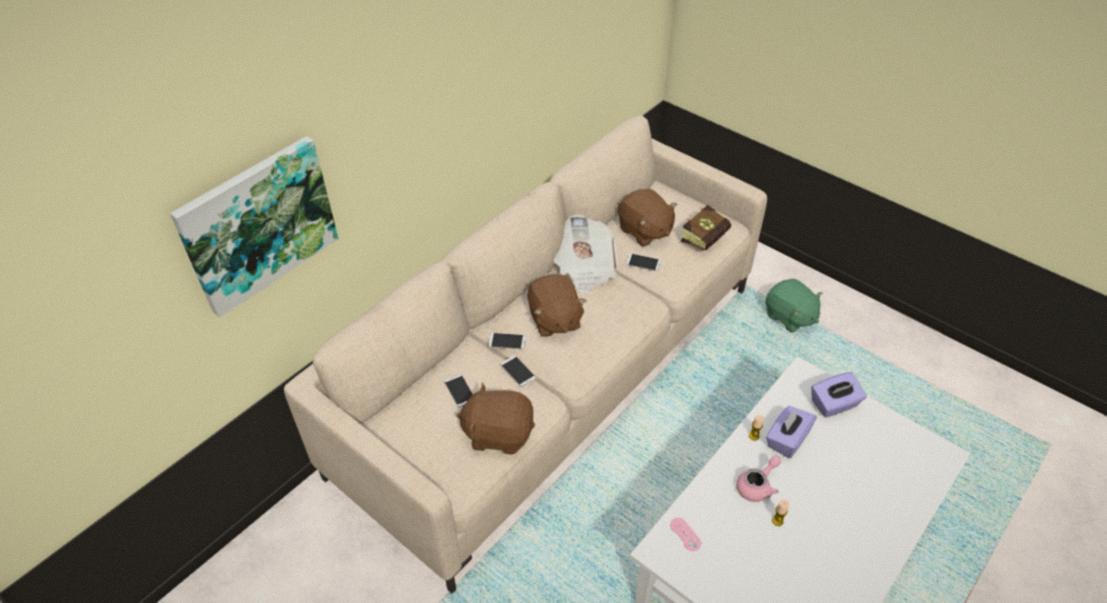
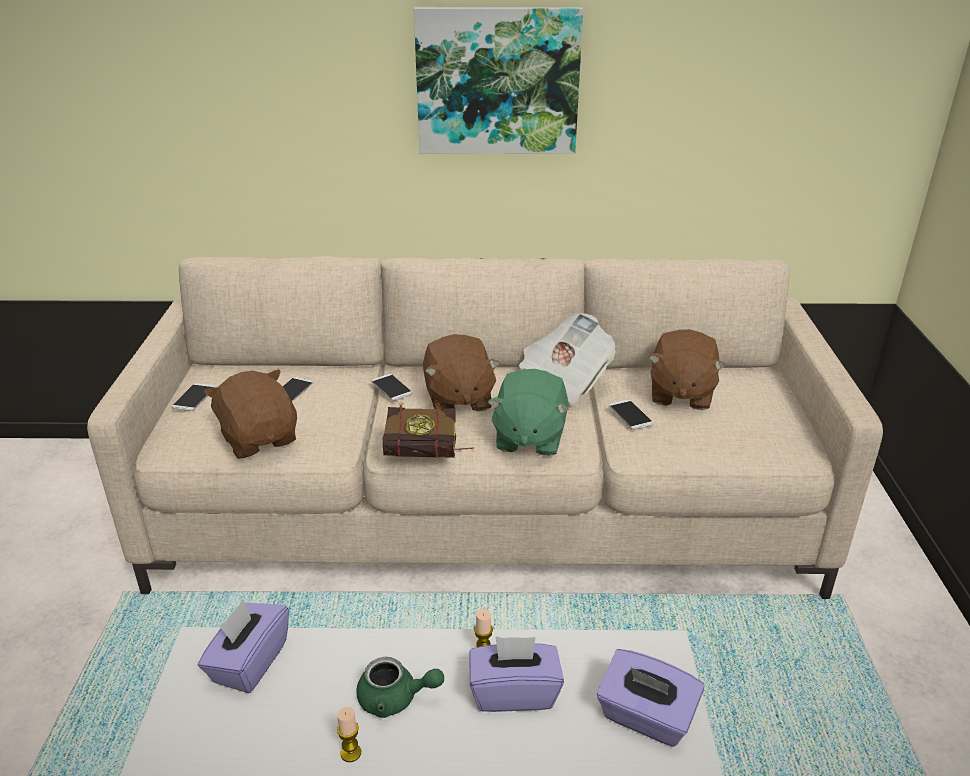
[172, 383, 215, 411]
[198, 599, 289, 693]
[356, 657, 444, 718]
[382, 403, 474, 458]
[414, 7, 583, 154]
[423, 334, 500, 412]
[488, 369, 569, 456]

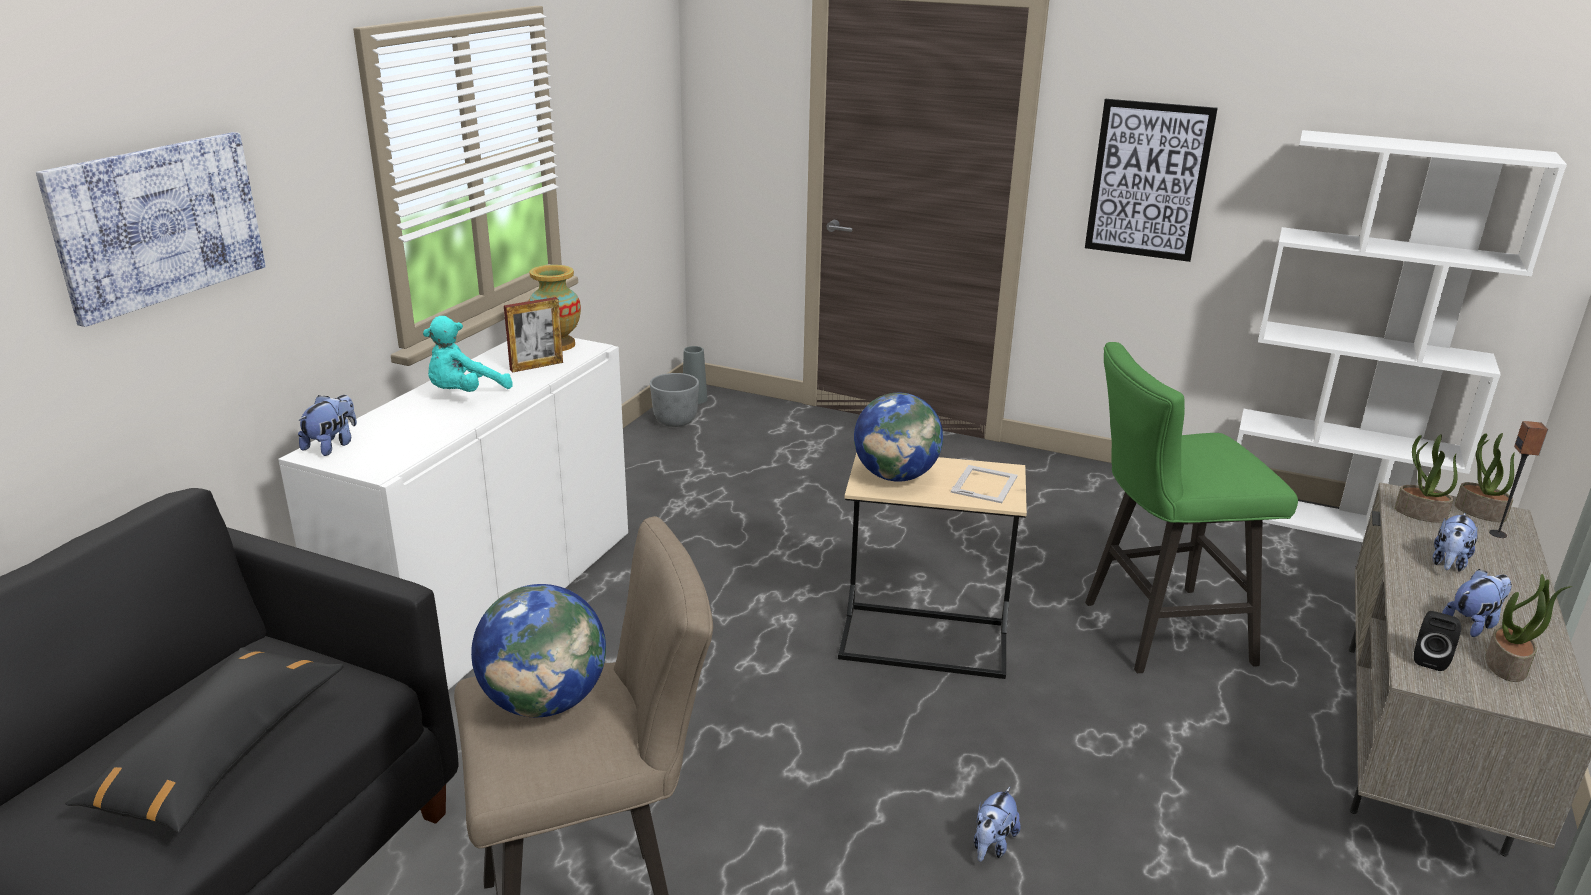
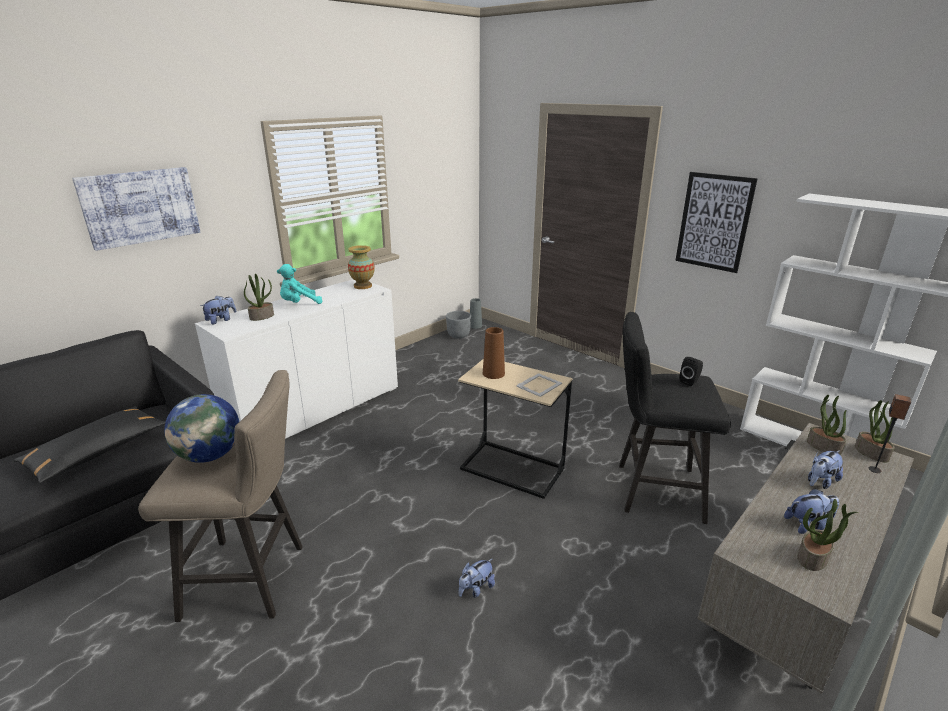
[244, 274, 274, 321]
[483, 327, 505, 379]
[619, 312, 731, 524]
[680, 357, 703, 386]
[504, 297, 563, 373] (first image)

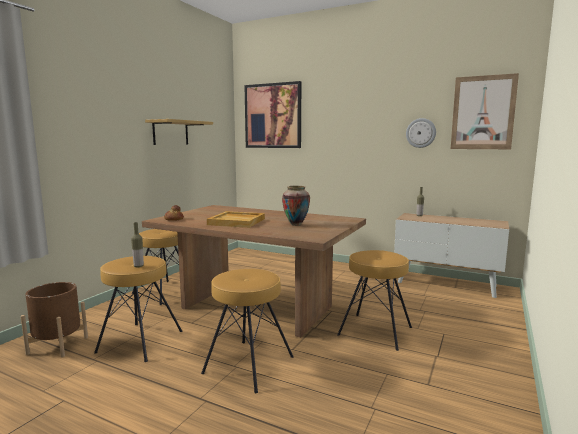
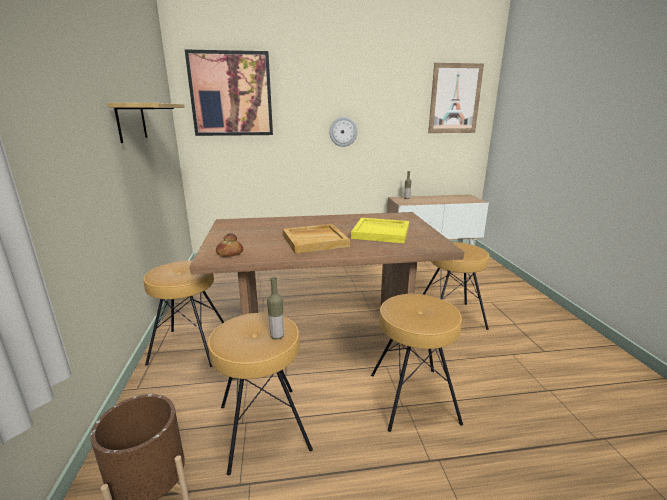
[329, 117, 358, 147]
[351, 218, 409, 243]

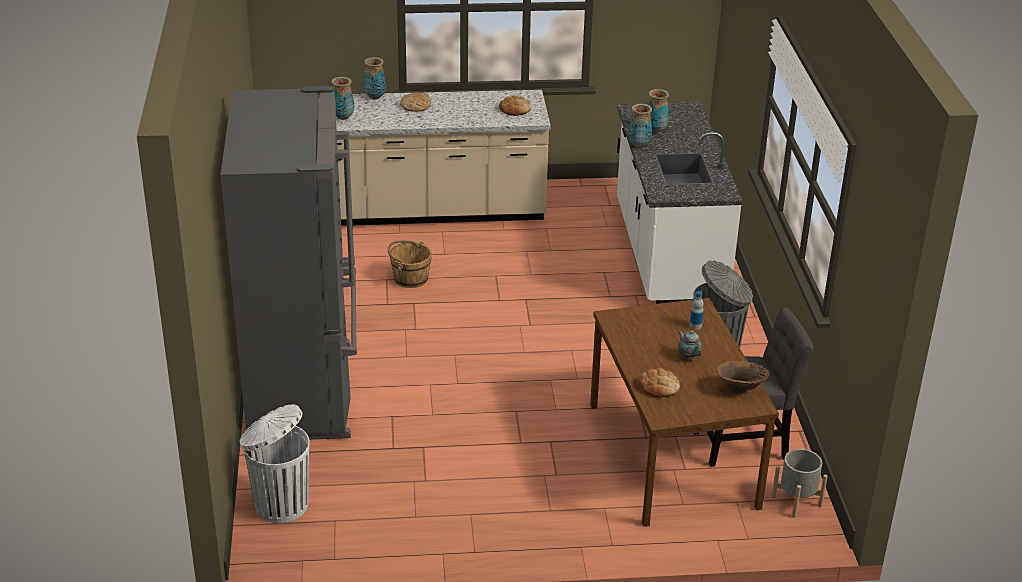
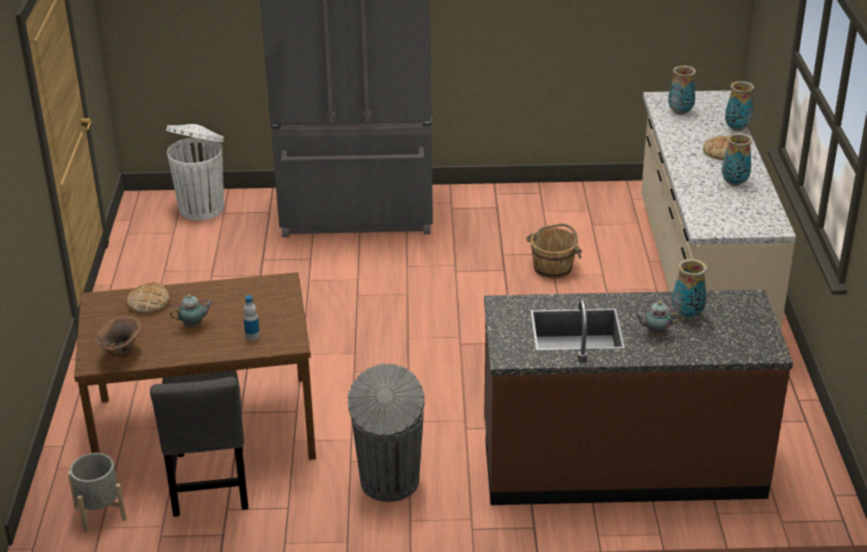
[484, 290, 793, 505]
[634, 301, 681, 336]
[721, 133, 753, 186]
[499, 95, 531, 116] (first image)

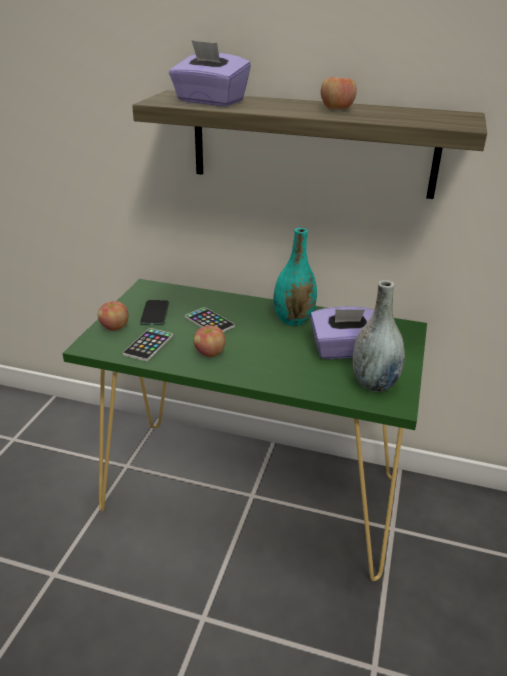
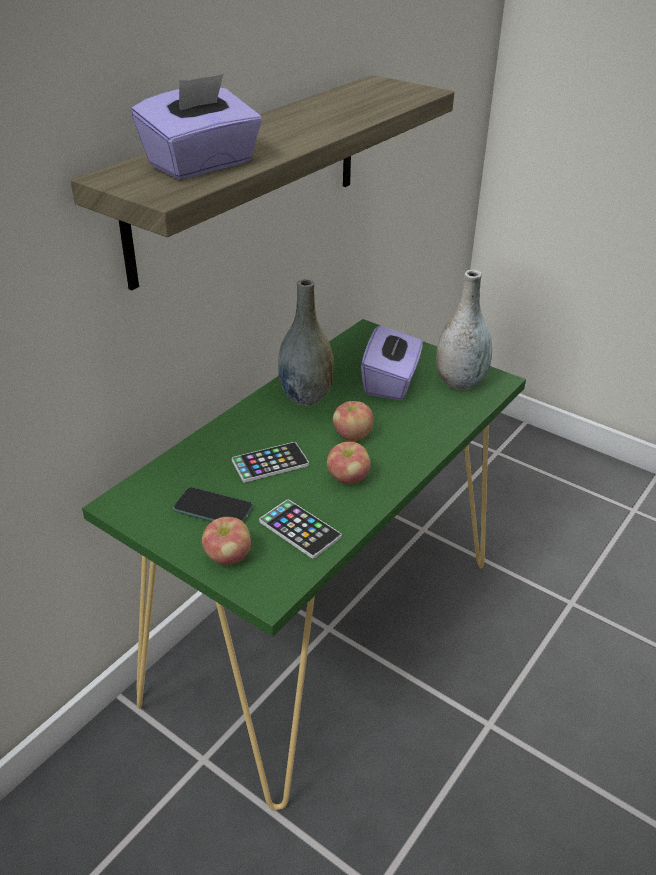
[278, 279, 334, 406]
[333, 401, 373, 441]

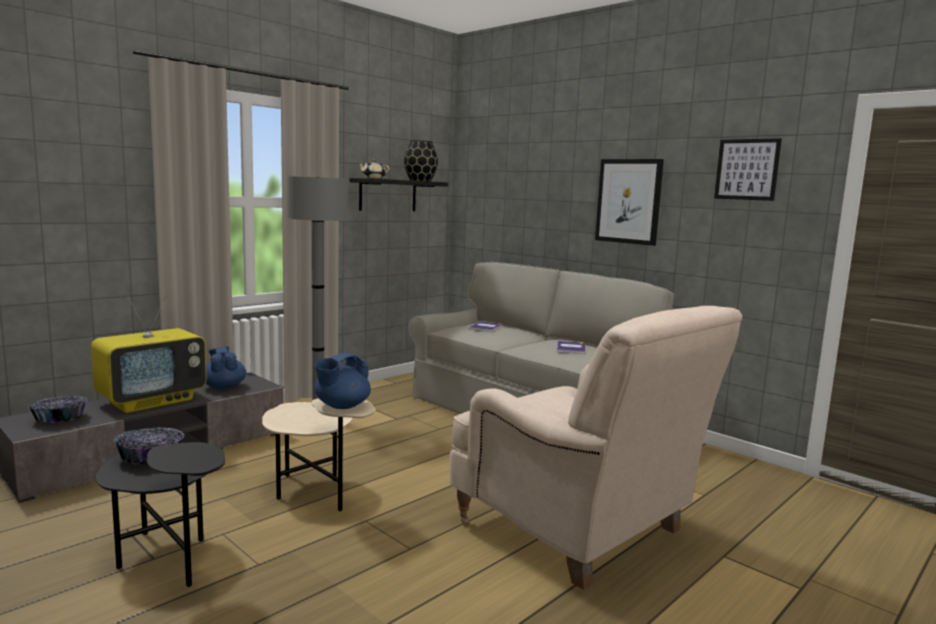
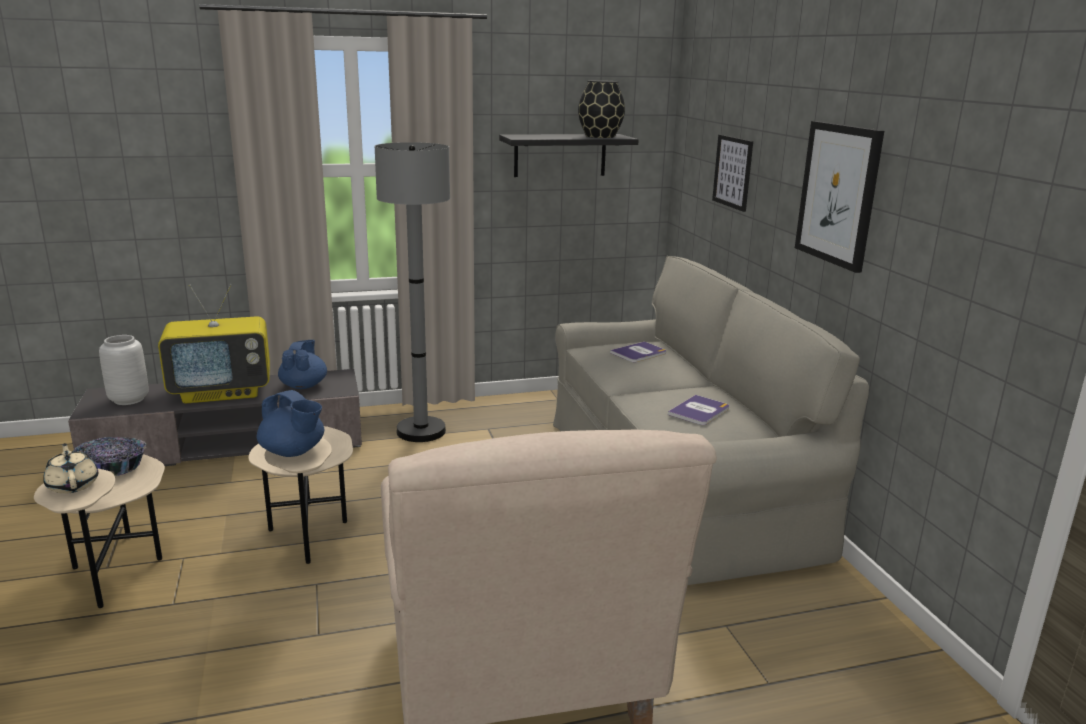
[34, 454, 165, 608]
[43, 443, 98, 494]
[99, 335, 149, 405]
[257, 390, 324, 457]
[712, 135, 753, 212]

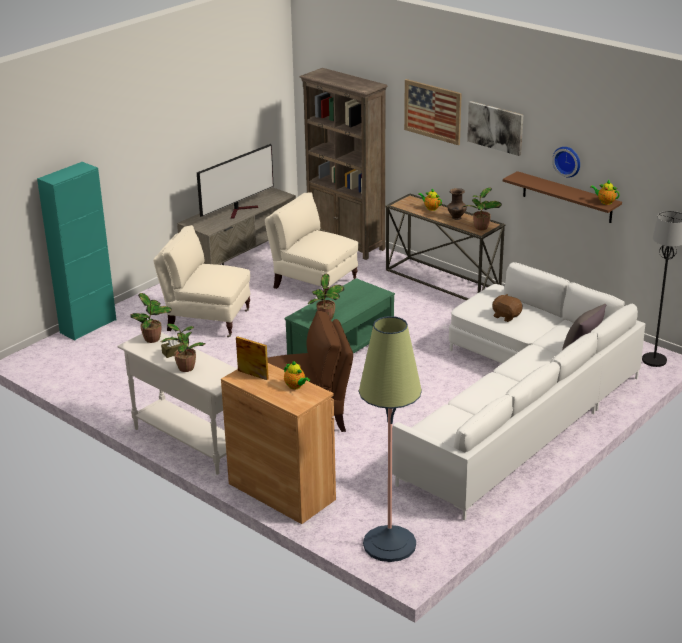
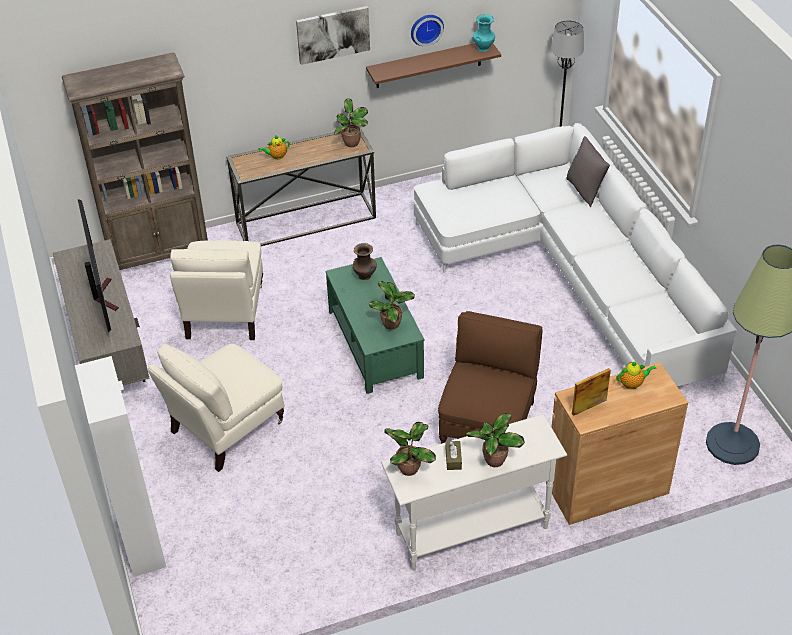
[75, 356, 166, 577]
[170, 240, 263, 340]
[353, 243, 377, 280]
[473, 14, 495, 52]
[404, 79, 462, 145] (first image)
[492, 294, 523, 322] (first image)

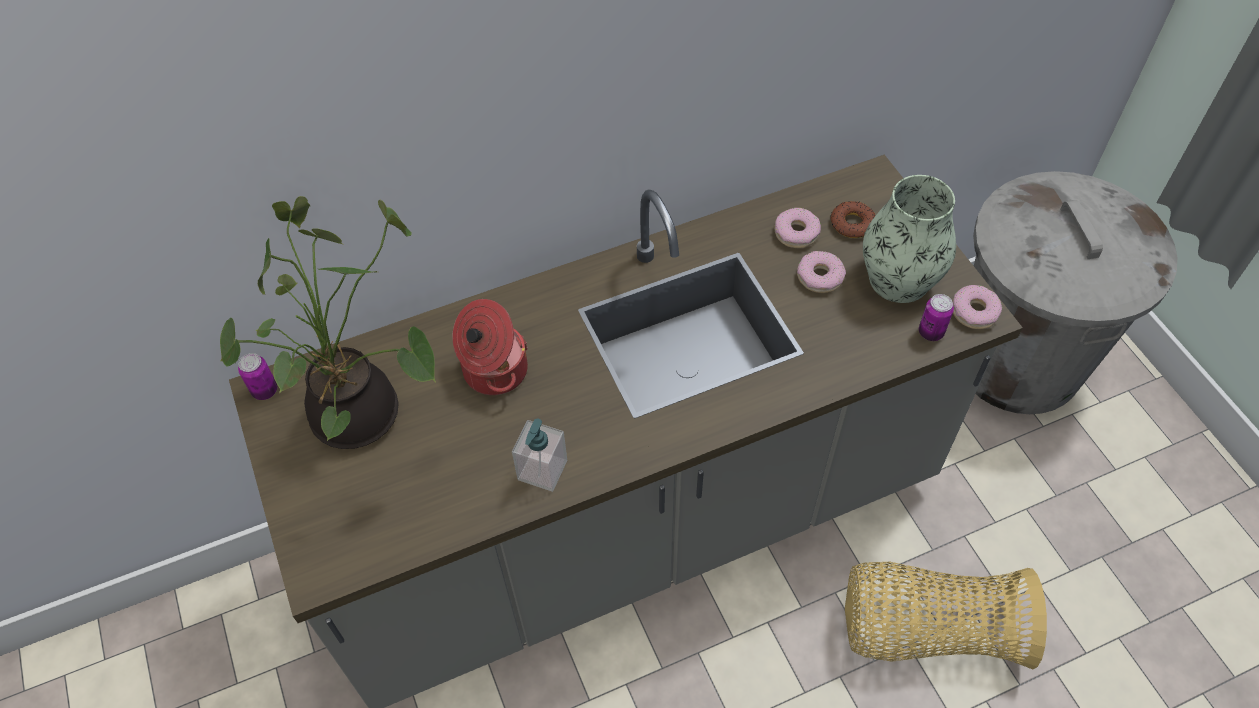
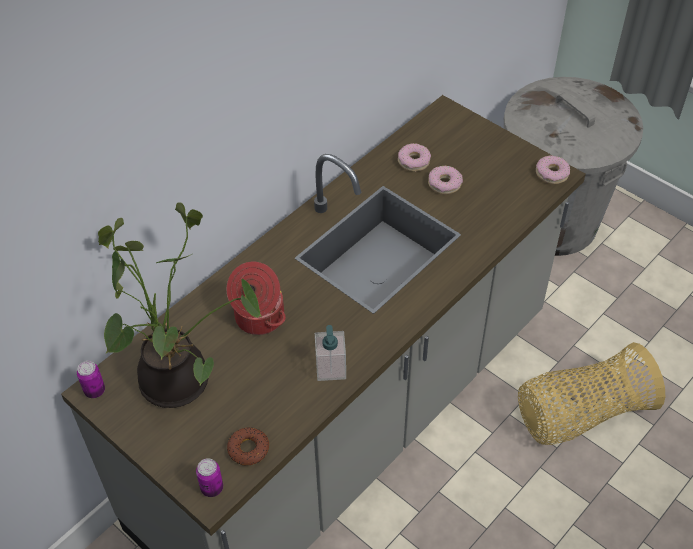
[196, 458, 223, 497]
[227, 427, 269, 465]
[863, 175, 956, 303] (first image)

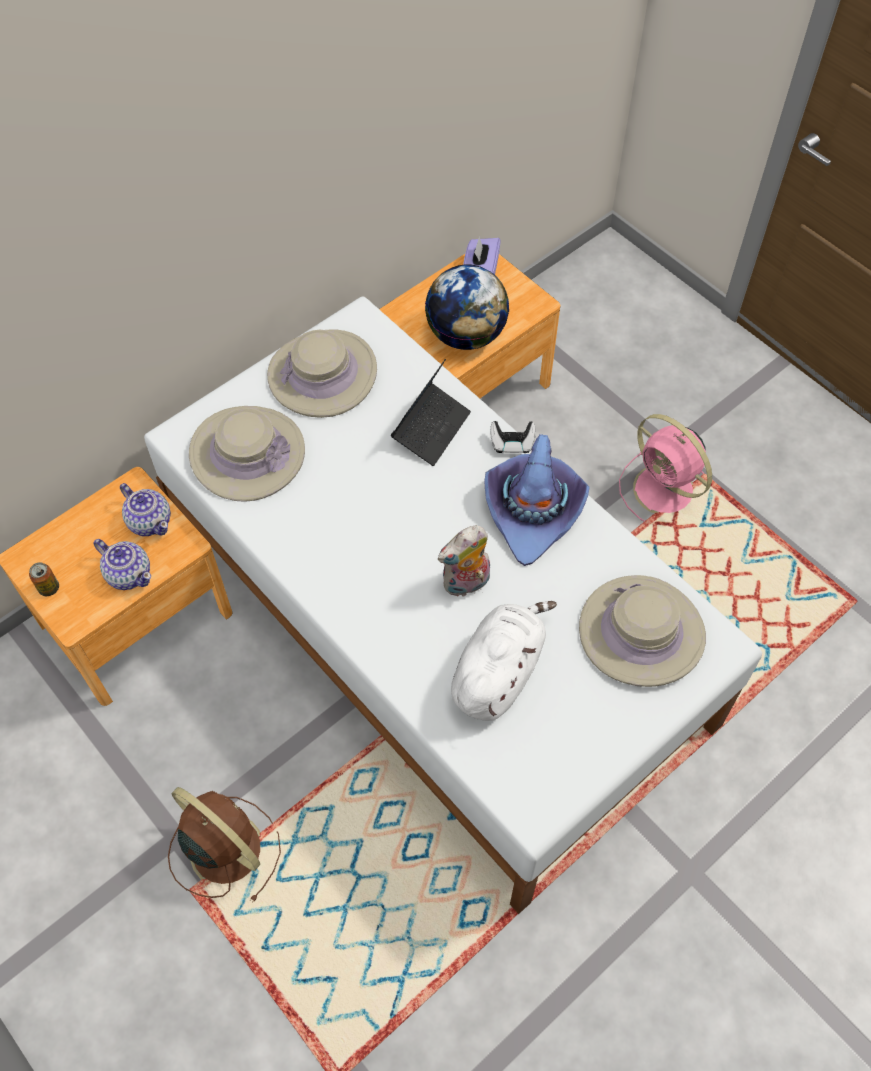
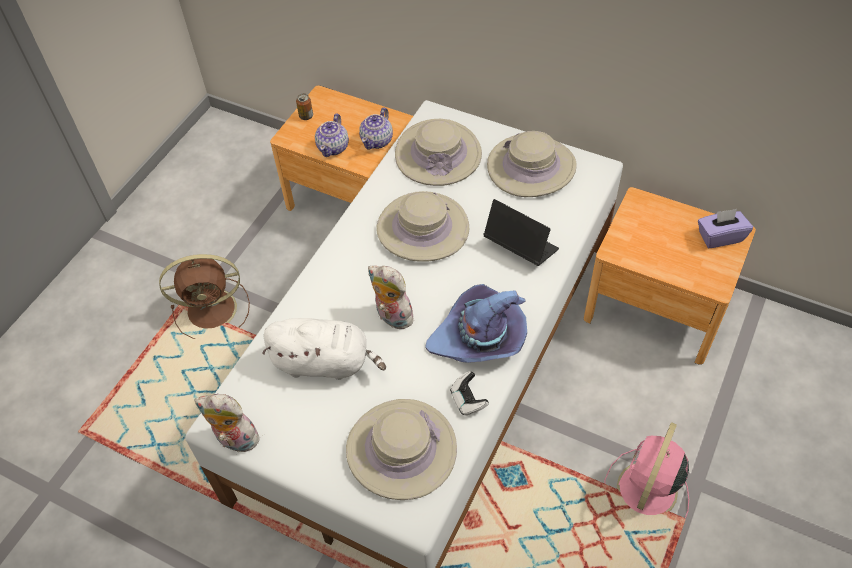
[159, 254, 250, 339]
[194, 394, 262, 452]
[376, 191, 469, 262]
[450, 371, 489, 416]
[483, 199, 559, 266]
[425, 265, 509, 350] (first image)

